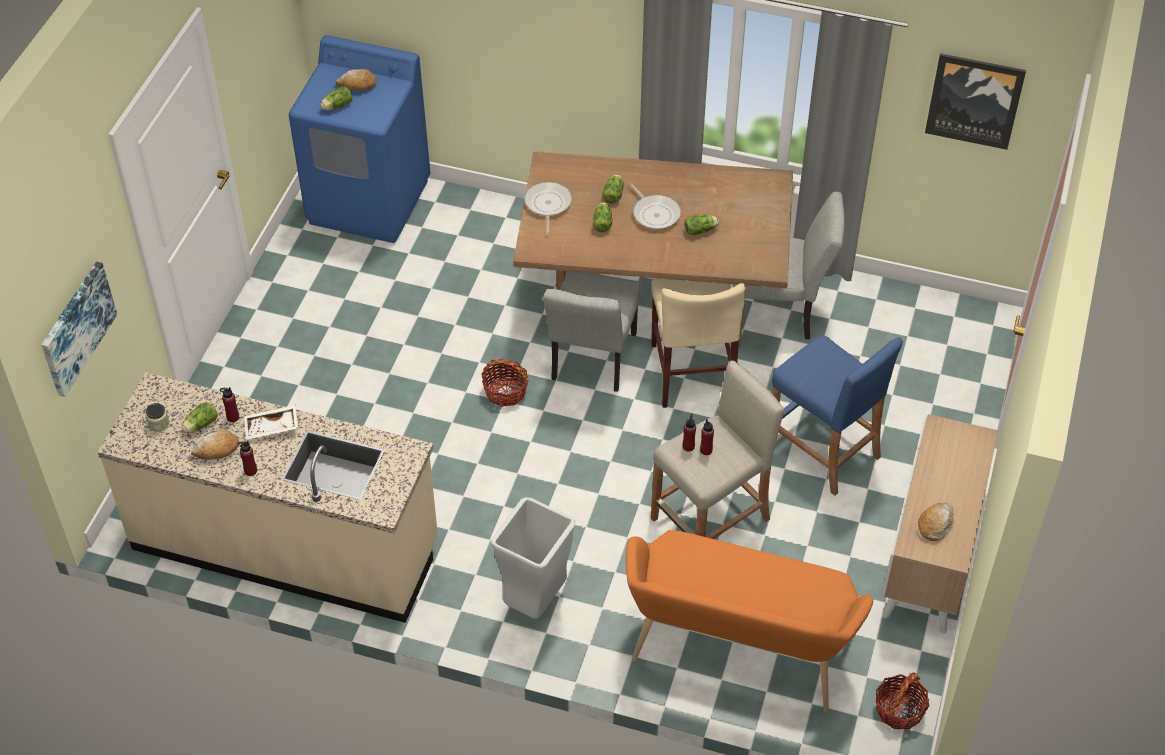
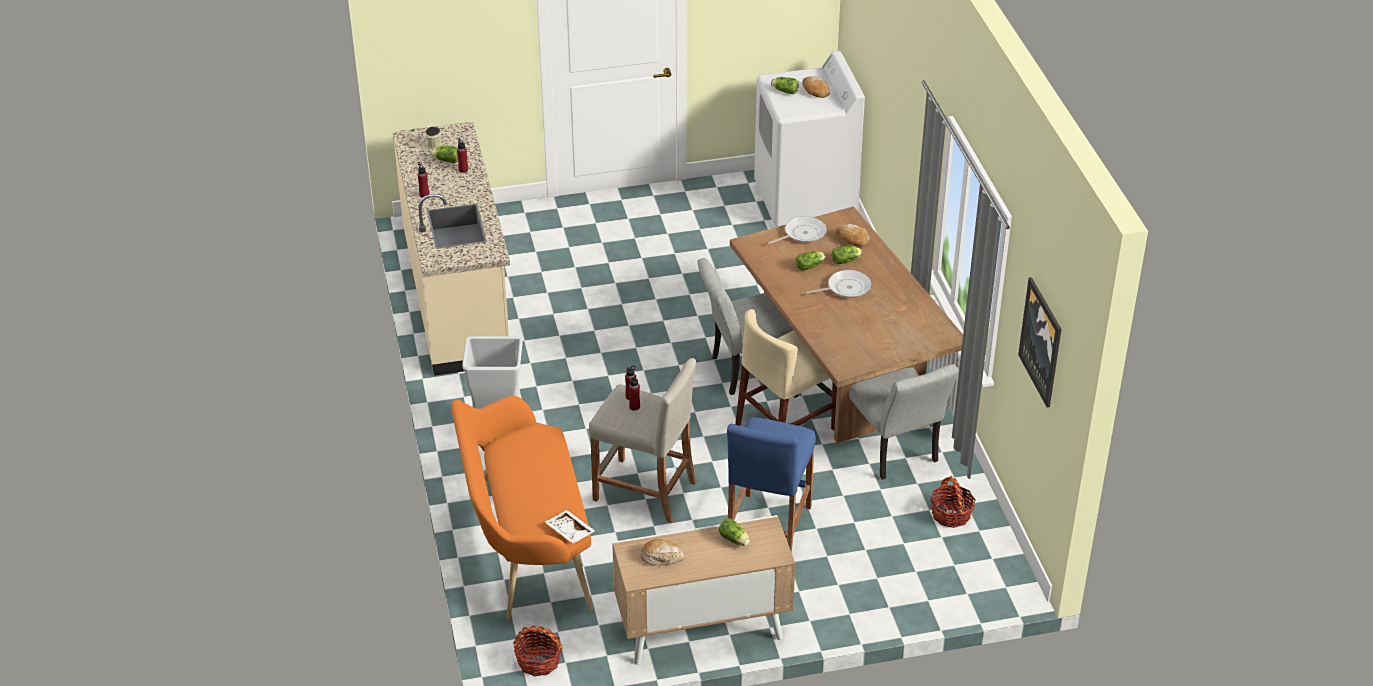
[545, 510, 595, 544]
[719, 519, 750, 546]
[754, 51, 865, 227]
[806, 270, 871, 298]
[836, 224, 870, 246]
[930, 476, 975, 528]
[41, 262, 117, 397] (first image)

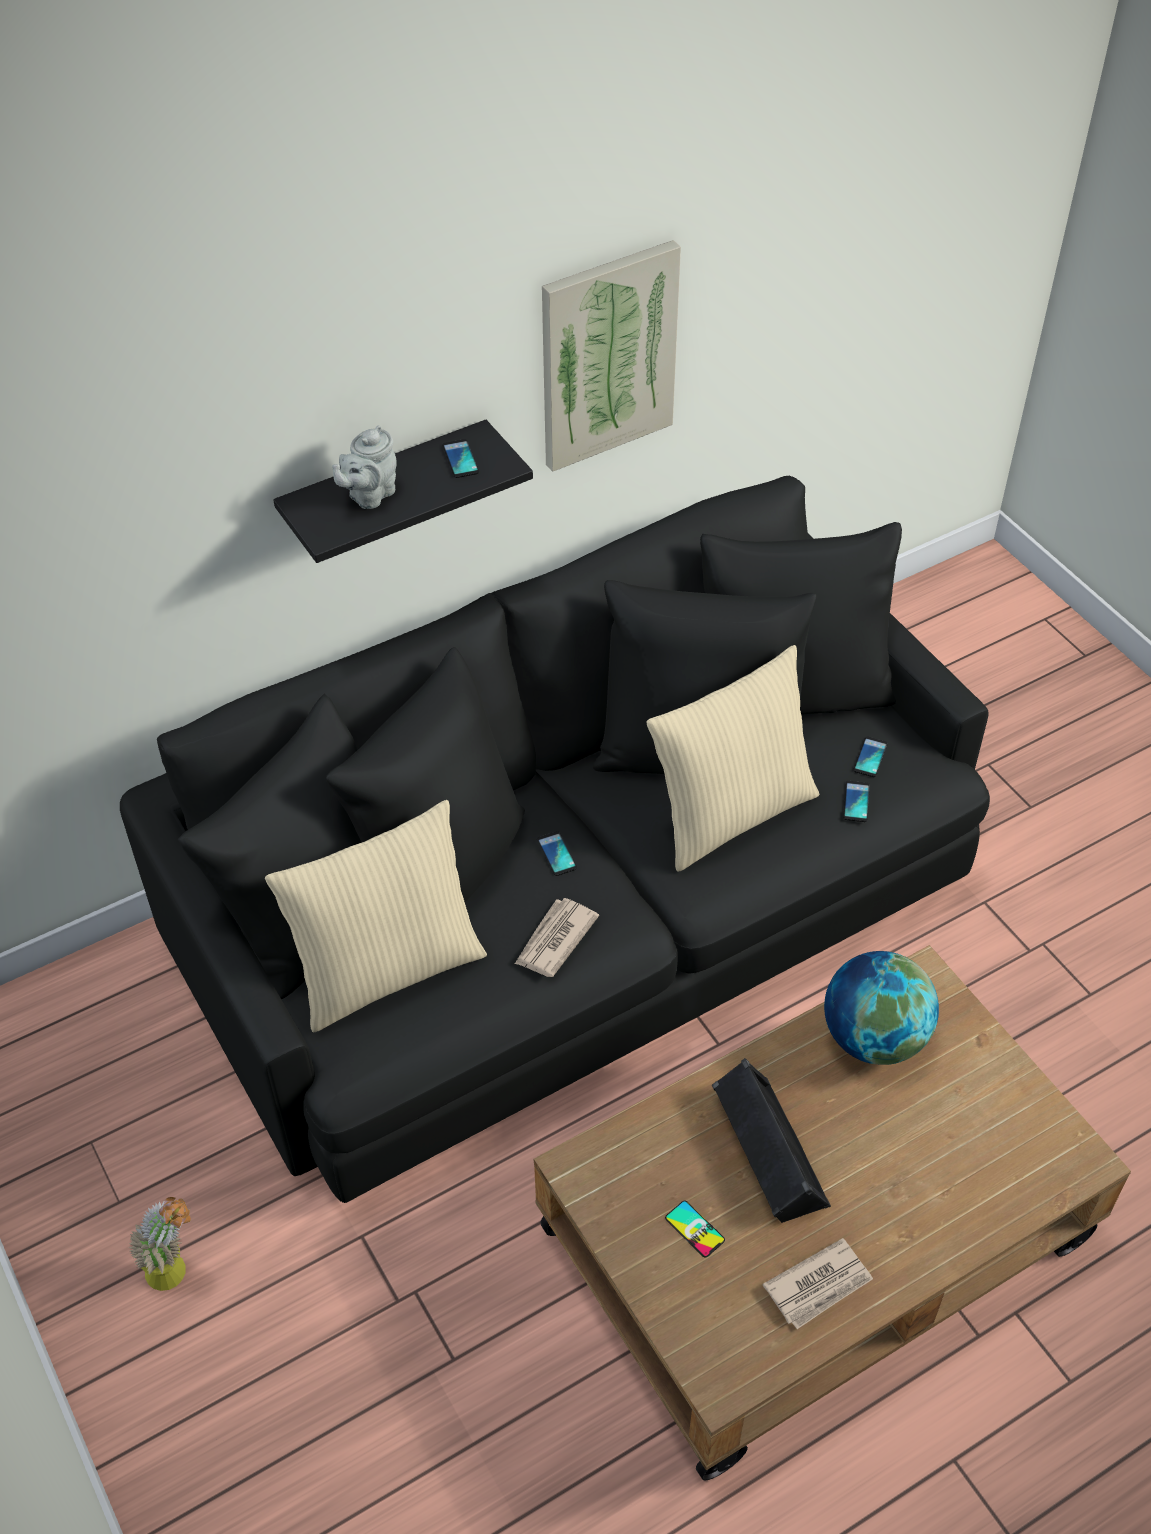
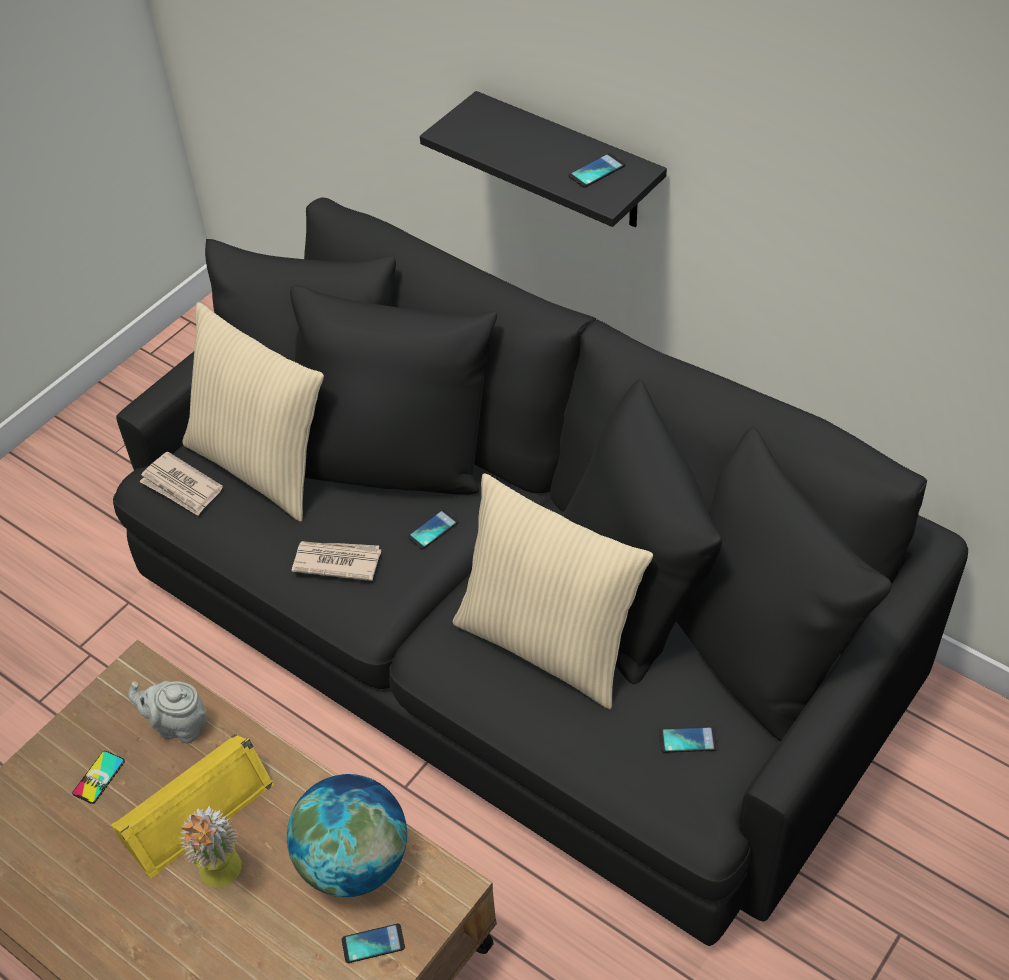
[111, 734, 275, 879]
[128, 681, 207, 744]
[139, 452, 223, 516]
[179, 807, 242, 888]
[342, 924, 405, 963]
[542, 240, 681, 472] (first image)

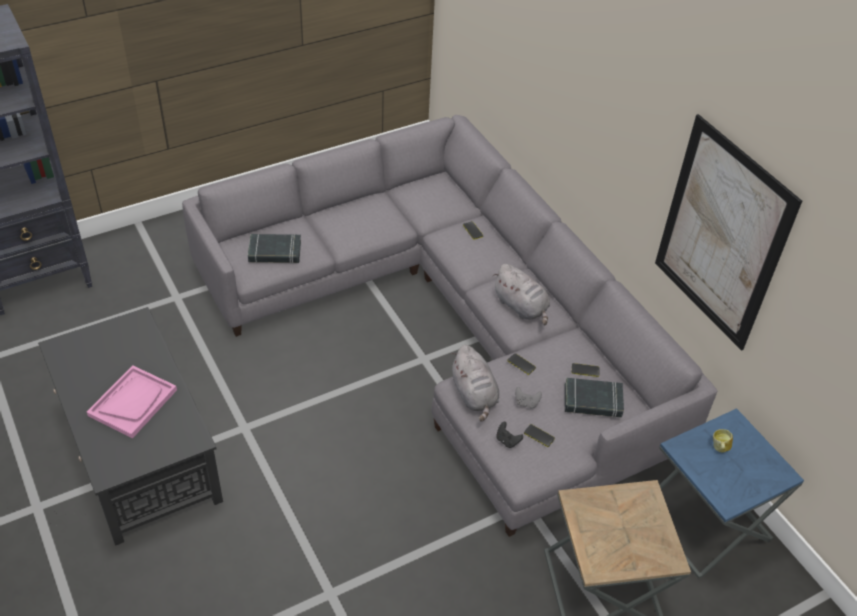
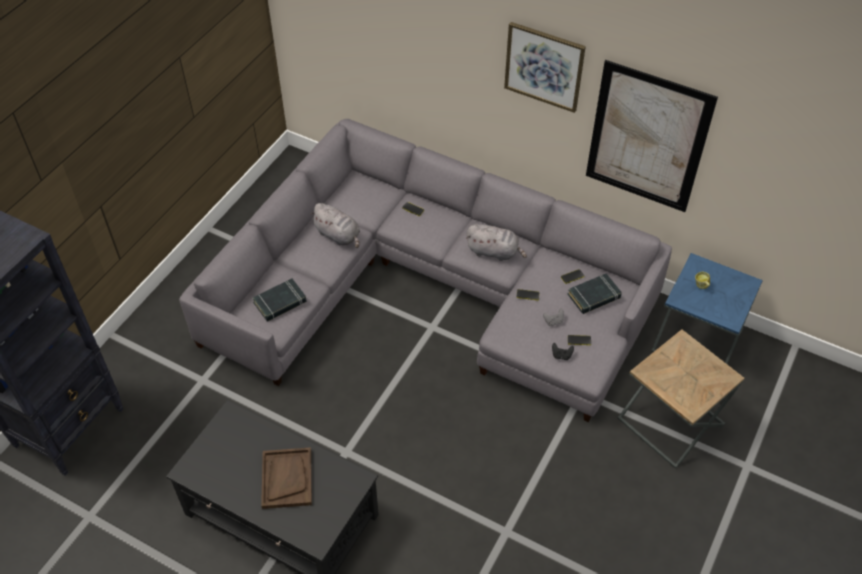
[261, 447, 312, 509]
[310, 203, 360, 248]
[504, 22, 586, 113]

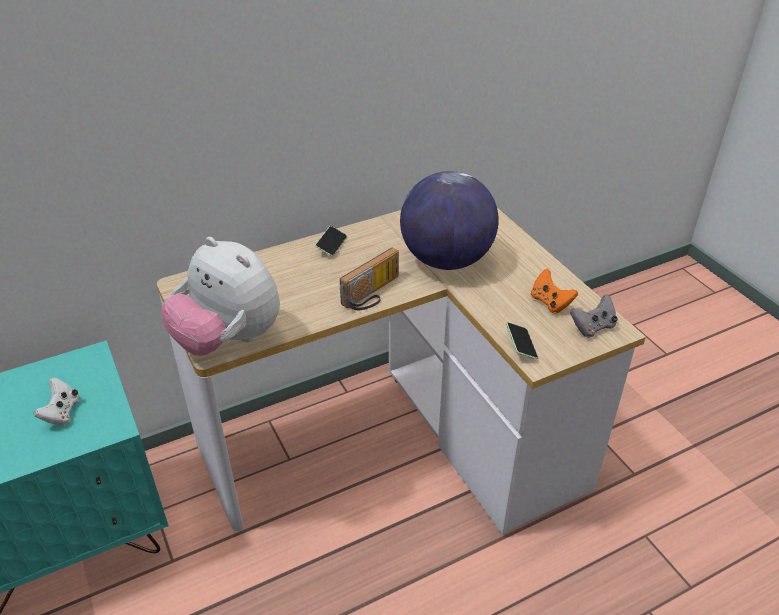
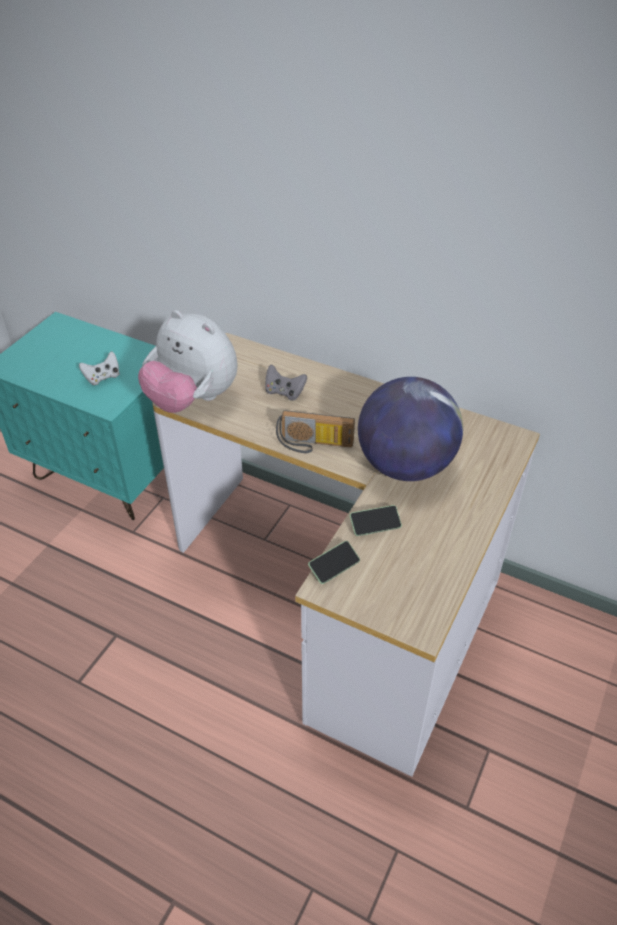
[138, 310, 238, 413]
[265, 365, 307, 401]
[350, 505, 402, 536]
[531, 268, 578, 314] (first image)

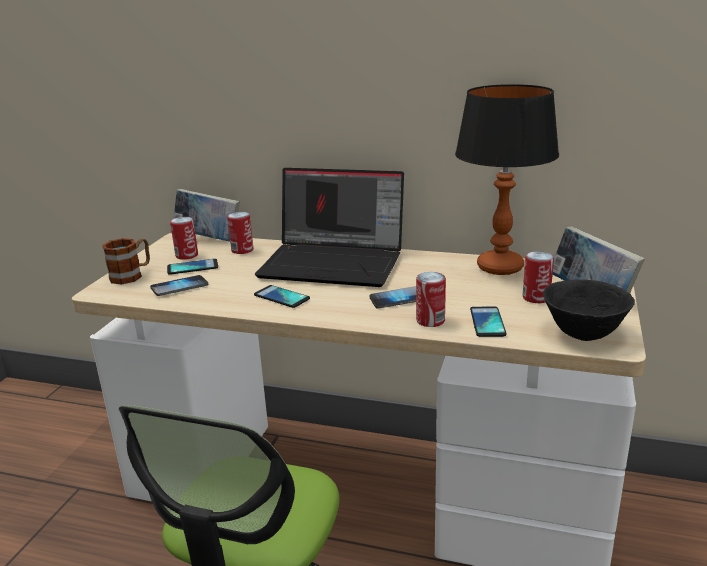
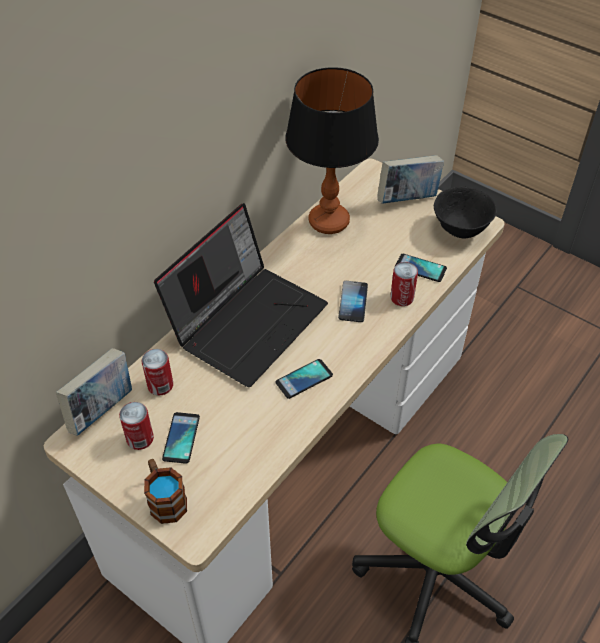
[150, 275, 208, 296] (first image)
[523, 251, 554, 303] (first image)

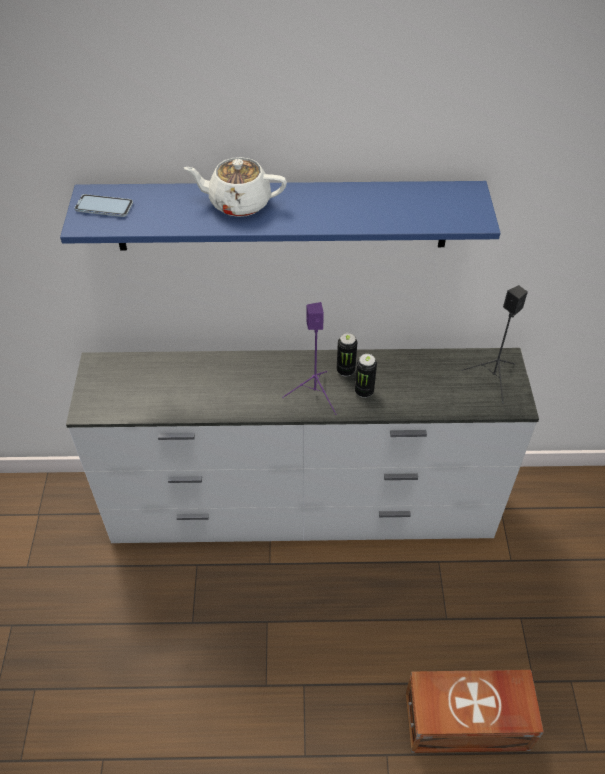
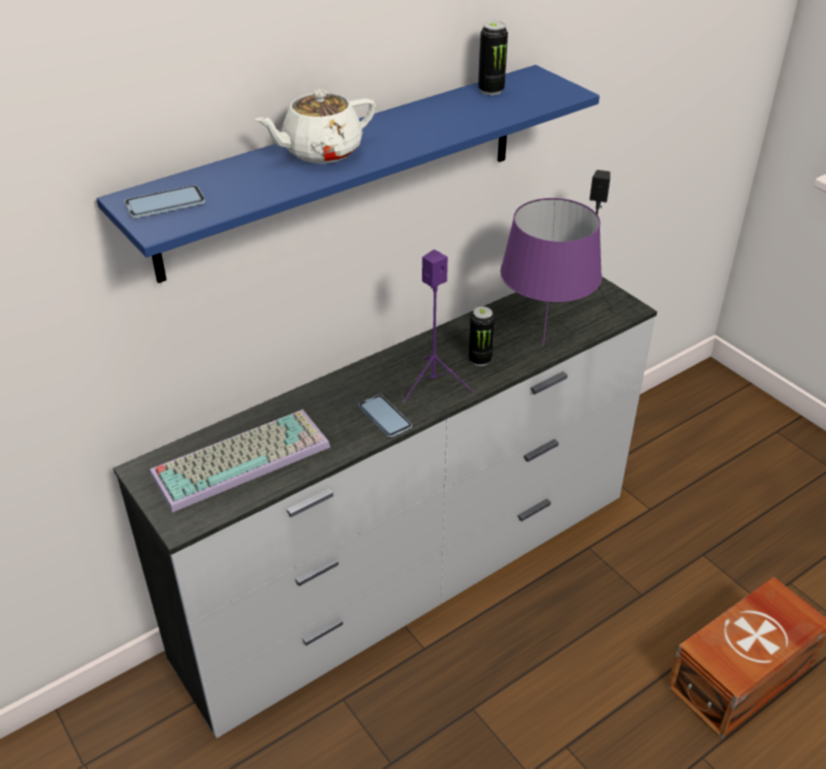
[150, 409, 330, 513]
[359, 395, 412, 438]
[478, 21, 508, 95]
[500, 198, 602, 346]

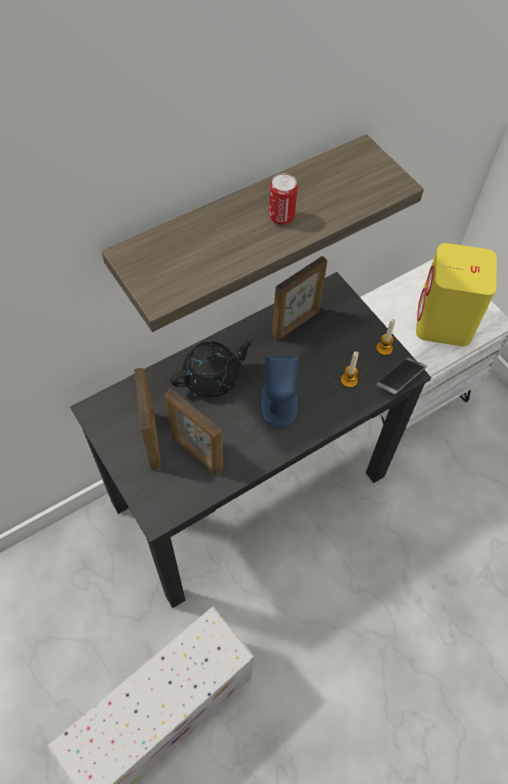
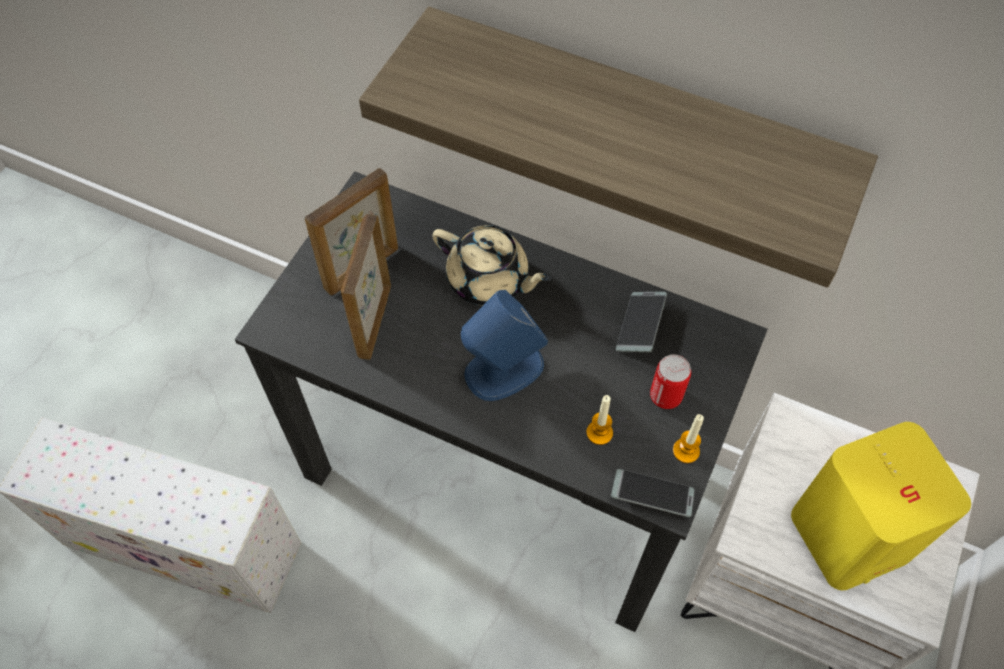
[432, 225, 551, 306]
[616, 292, 667, 352]
[650, 354, 691, 409]

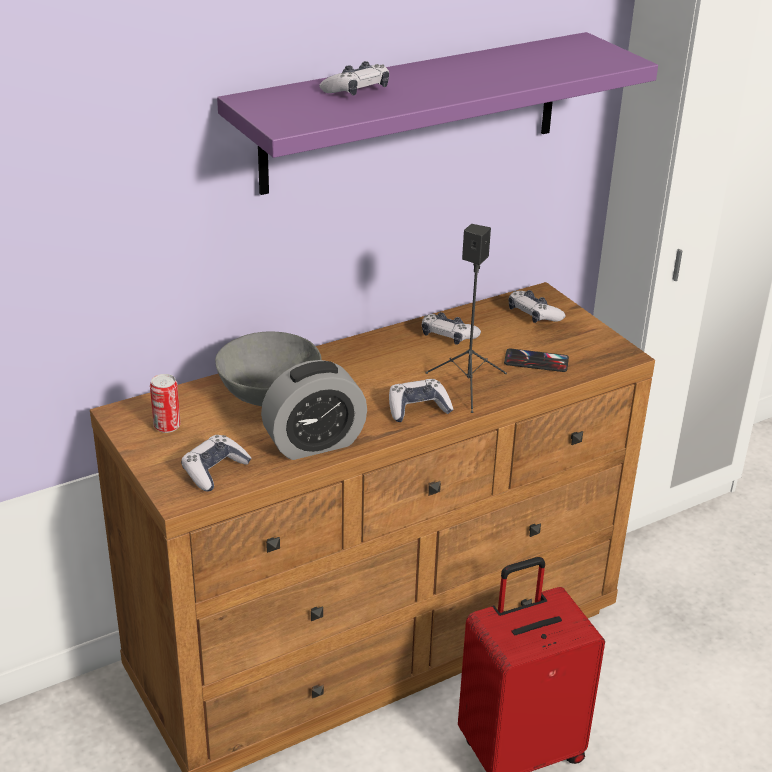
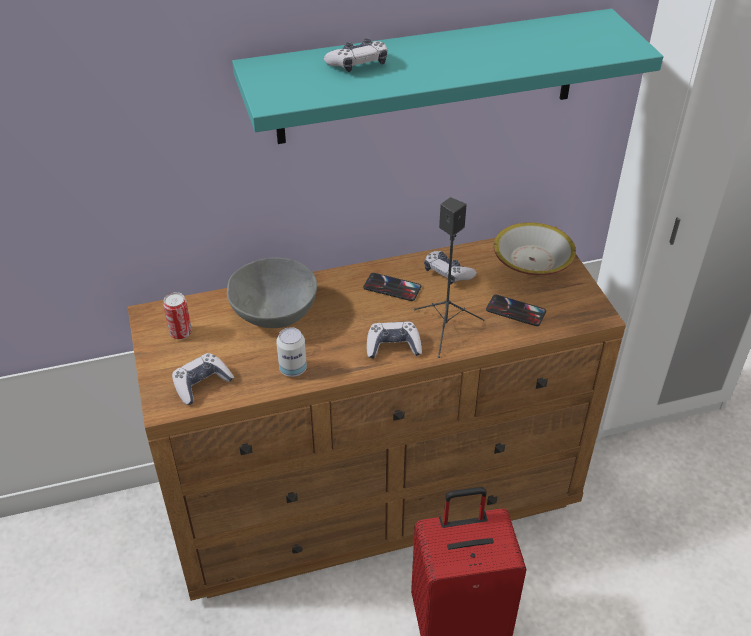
[232, 9, 663, 144]
[276, 327, 307, 377]
[363, 273, 421, 301]
[494, 222, 576, 275]

